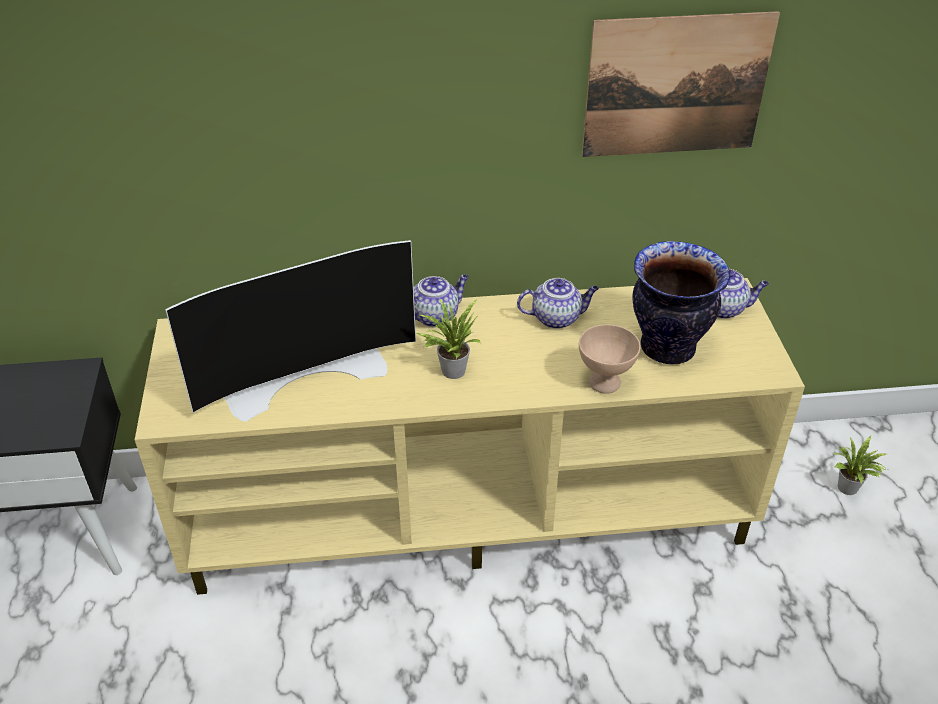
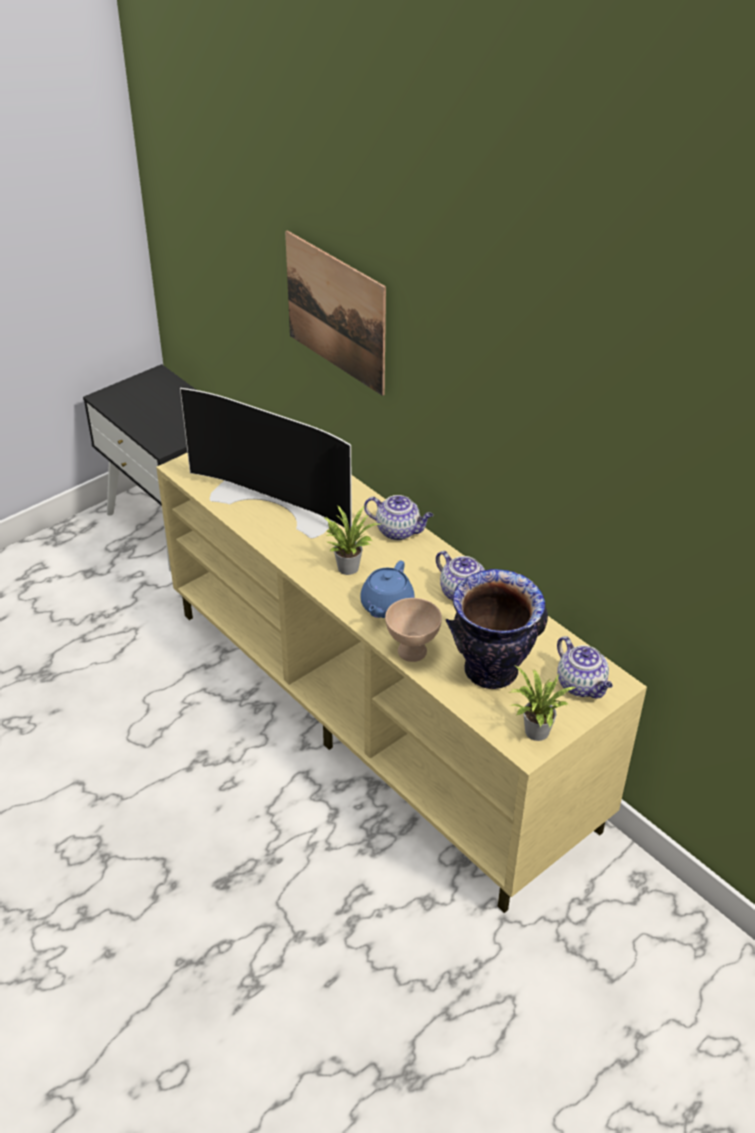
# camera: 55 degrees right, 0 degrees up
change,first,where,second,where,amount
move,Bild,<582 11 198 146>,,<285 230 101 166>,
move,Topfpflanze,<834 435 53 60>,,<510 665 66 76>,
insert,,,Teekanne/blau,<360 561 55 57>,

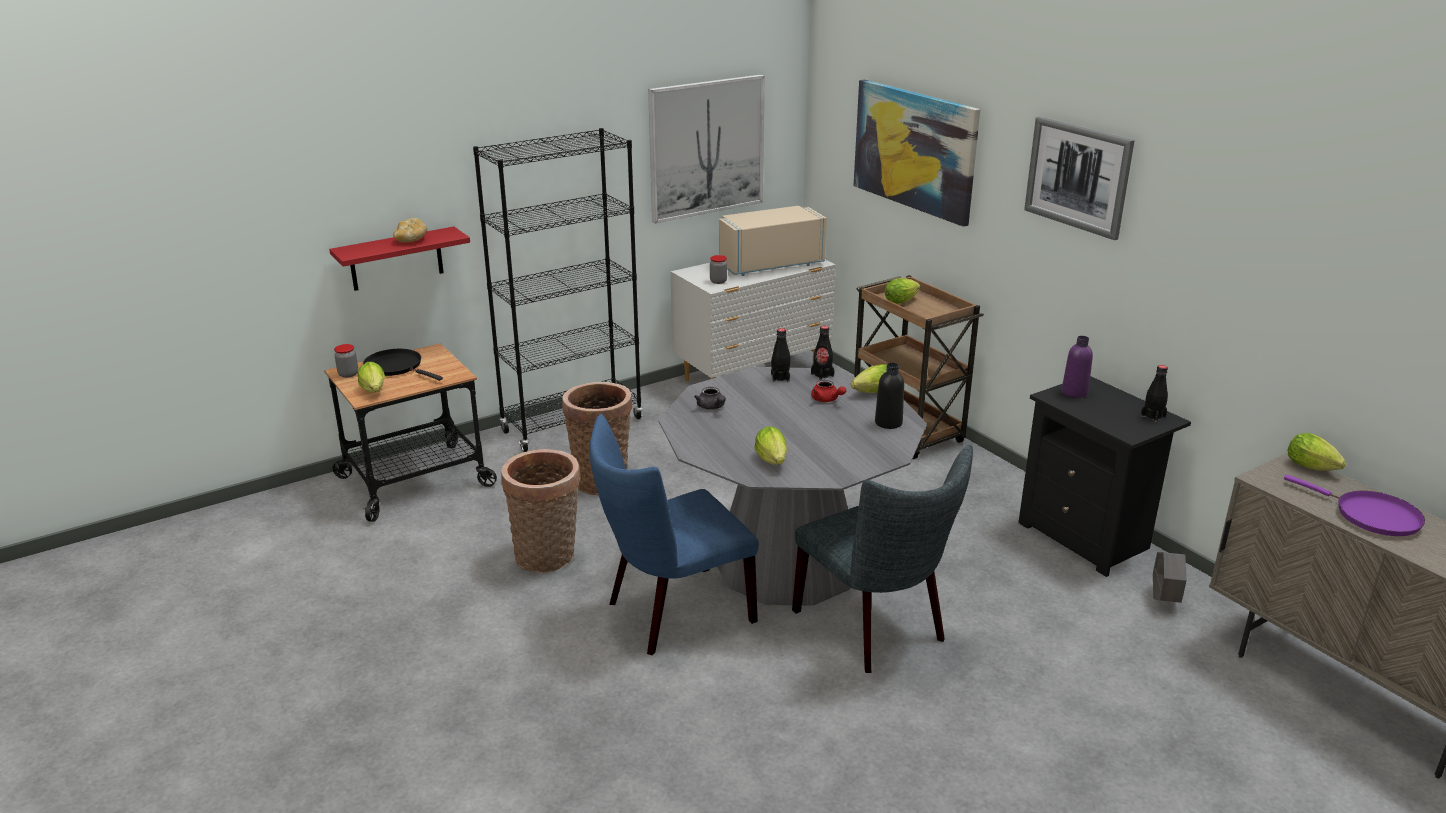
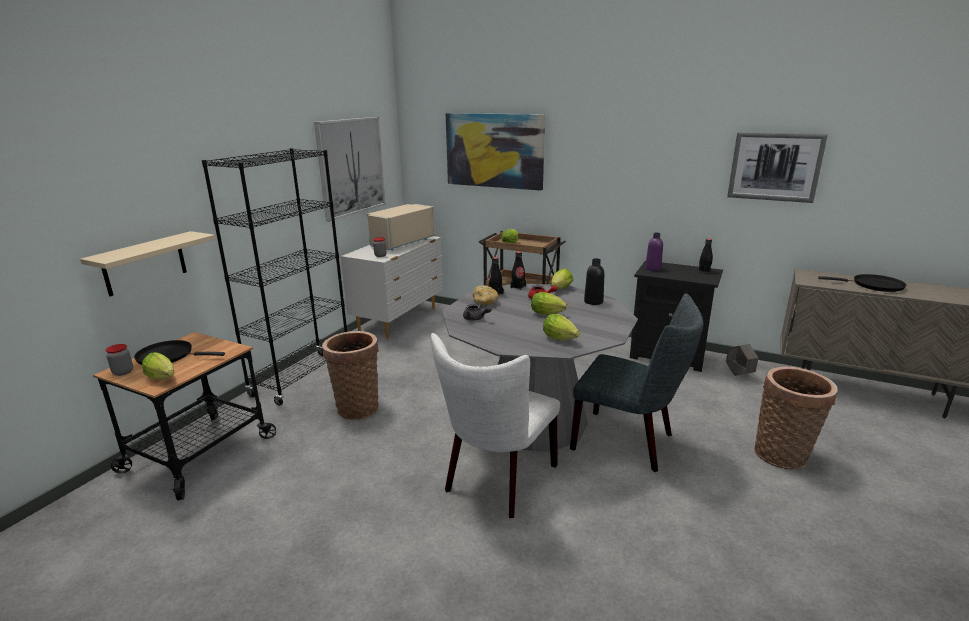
# camera: 30 degrees left, 5 degrees down
change,first,where,second,where,amount
recolor,Wandregal/rot,<329 227 141 64>,Wandregal/beige,<80 231 135 65>,
move,Brot,<393 218 34 24>,,<473 285 26 20>,
move,Korb,<501 449 79 124>,,<754 367 84 102>,
recolor,Stuhl/blau,<589 414 170 241>,Stuhl/weiß,<431 333 129 185>,
move,Bild,<1024 117 110 123>,,<727 132 101 71>,
recolor,Pfanne/lila,<1284 475 141 61>,Pfanne/schwarz,<818 274 88 18>,
move,Salatkopf,<1288 433 58 38>,,<531 292 36 23>,

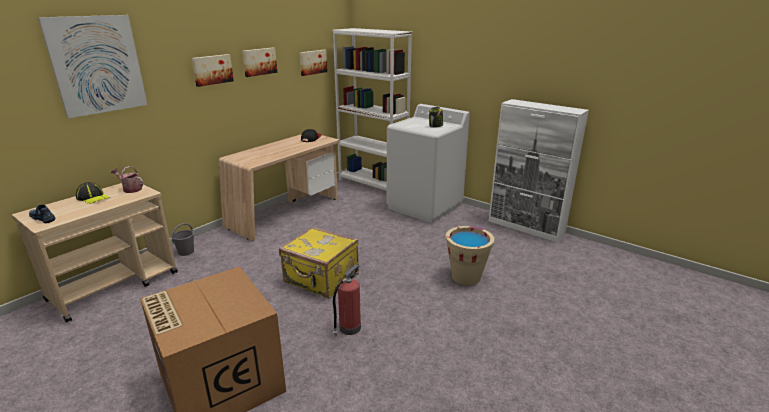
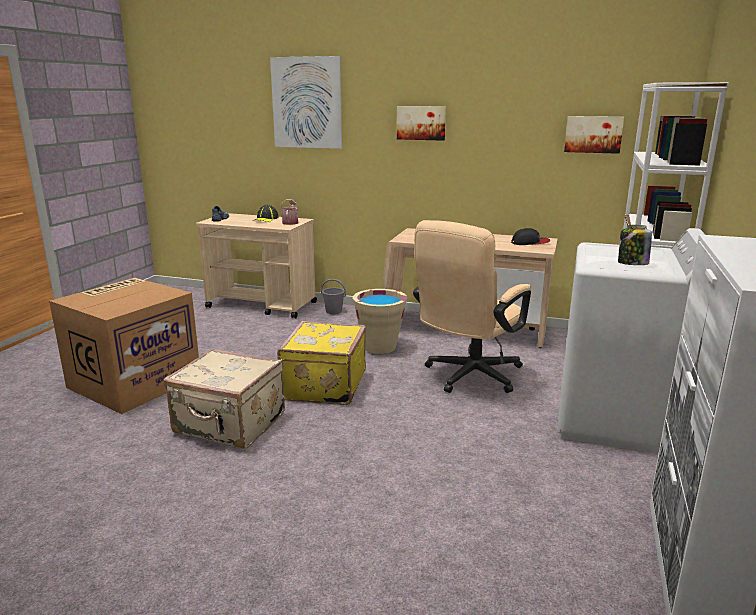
# camera: 70 degrees right, 5 degrees down
change,first,where,second,where,amount
delete,Bild,<242 48 35 29>,,,
replace,Feuerlöscher,<333 264 28 73>,Koffer/beige,<163 349 122 100>,
move,Eimer/beige,<446 226 48 59>,,<353 289 54 65>,
insert,,,Bürostuhl/beige,<413 220 118 173>,

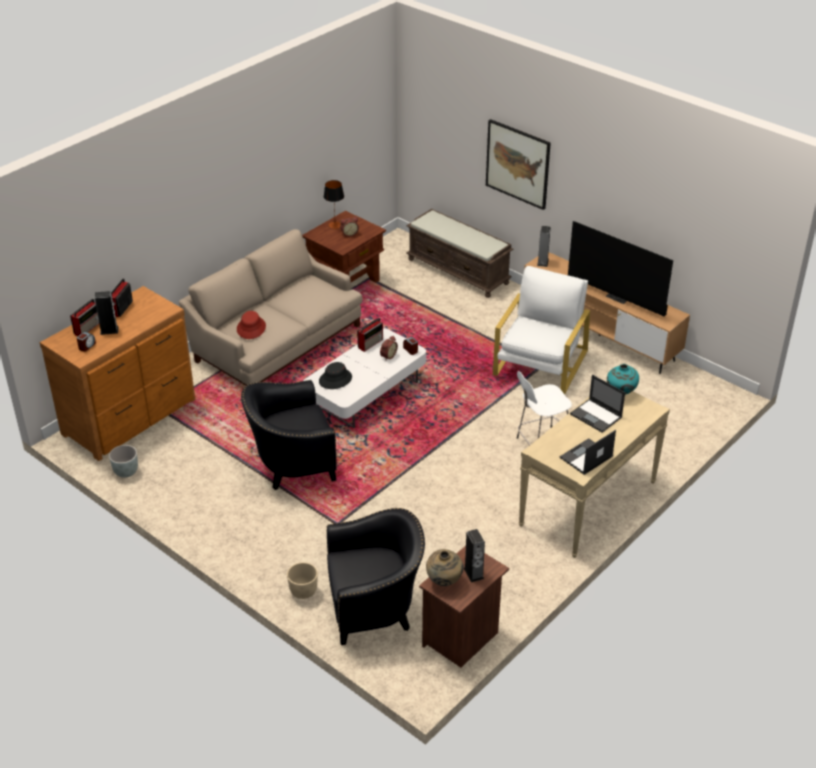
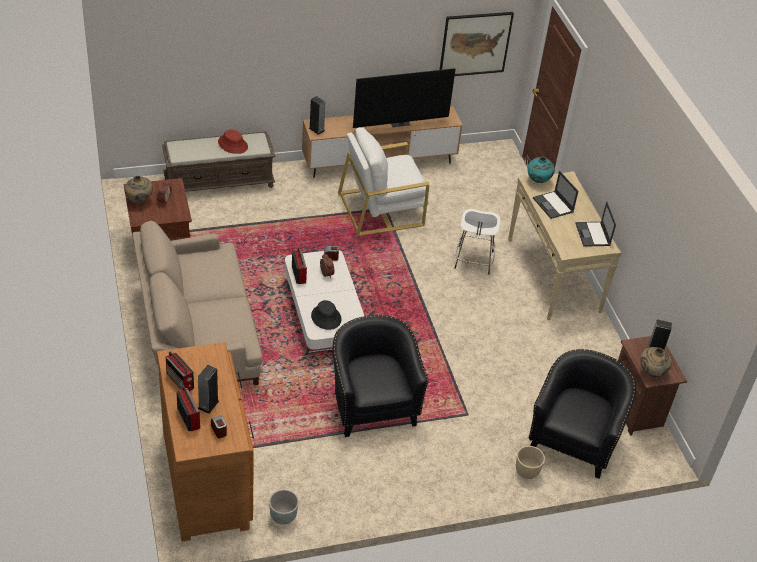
# camera: 60 degrees left, 5 degrees up
change,first,where,second,where,amount
move,Hut/rot,<237 311 29 28>,,<218 130 30 24>,
rotate,Sessel/schwarz,<241 380 96 110>,,<333 315 96 122>,150 degrees clockwise
replace,Tischlampe,<324 180 20 49>,Vase/beige,<125 176 28 27>,
move,Bild,<486 119 65 91>,,<440 12 74 64>,
rotate,Sessel/weiß,<493 266 97 128>,,<338 127 92 109>,75 degrees counterclockwise
rotate,Laptop,<570 375 55 58>,,<533 171 45 48>,75 degrees clockwise

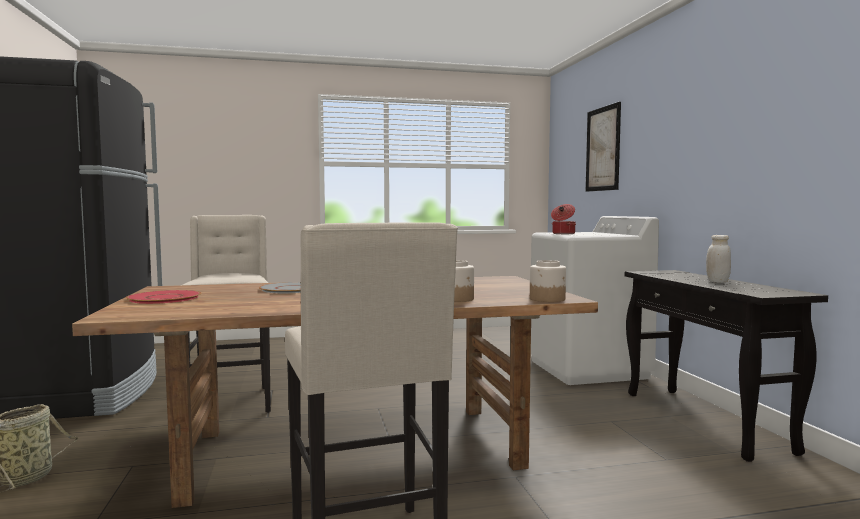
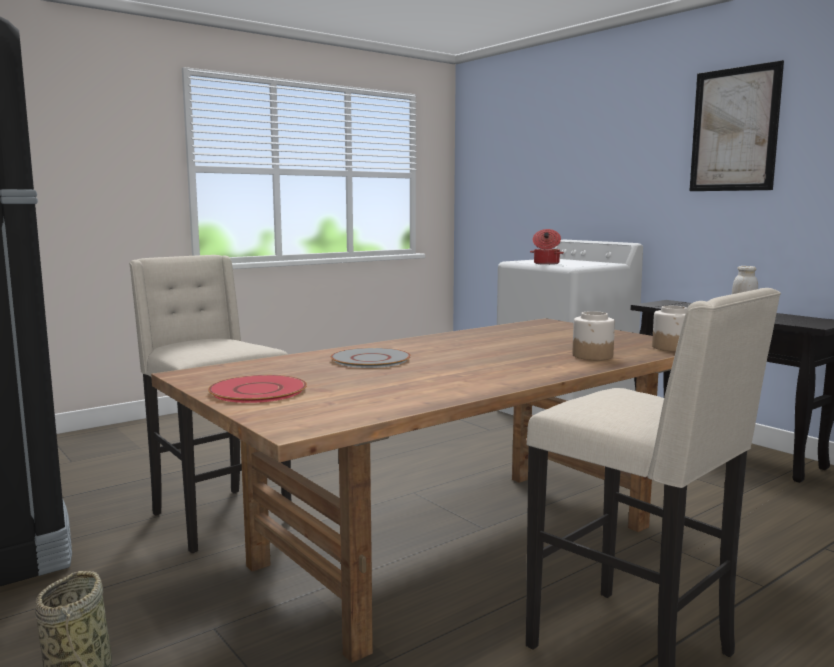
# camera: 25 degrees left, 5 degrees up
change,first,where,second,where,amount
move,Bild,<586 102 35 90>,,<690 60 94 131>,

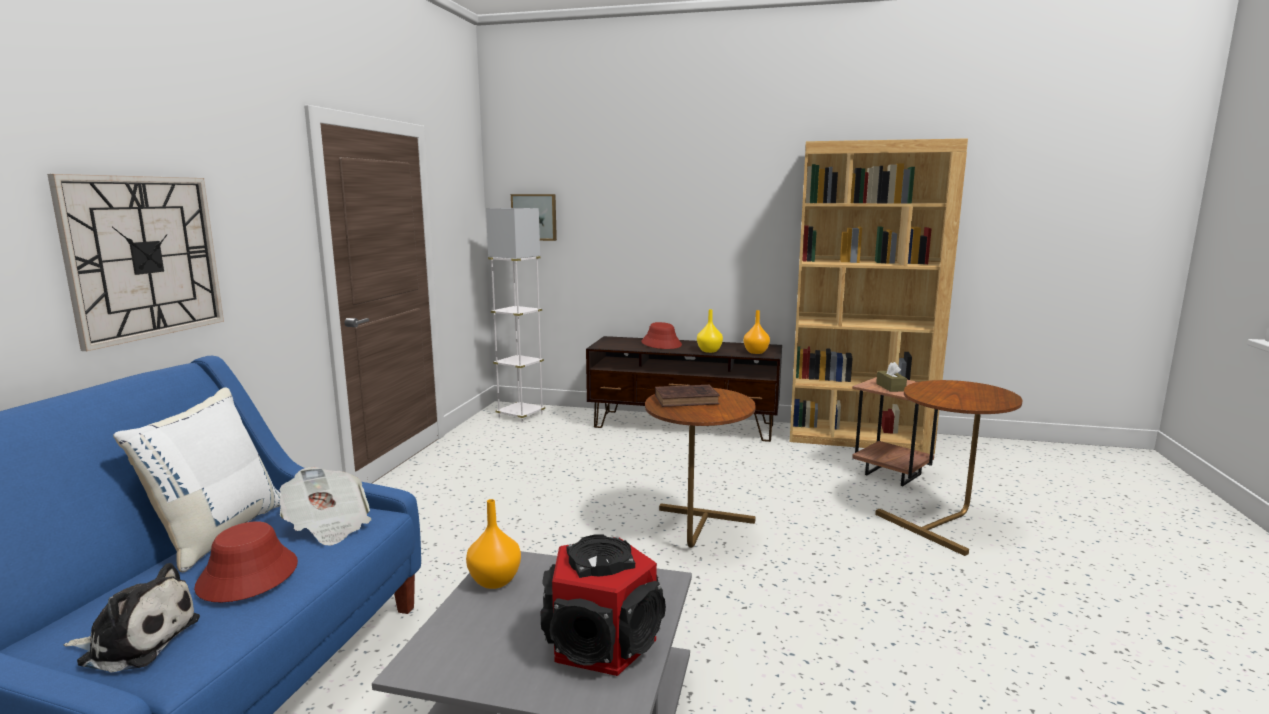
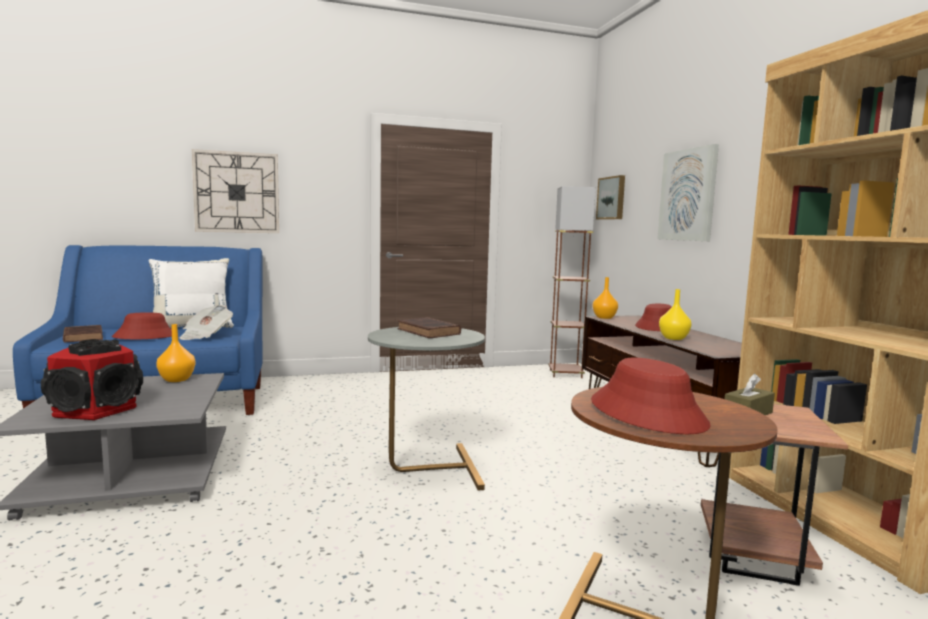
# camera: 60 degrees right, 5 degrees down
change,first,where,second,where,amount
replace,Plüschtier,<64 563 136 110>,Buch/braun,<63 325 40 18>,
recolor,Stehlampe/weiß,<486 208 59 215>,Stehlampe/braun,<548 186 48 192>,
recolor,Beistelltisch/braun,<645 388 111 160>,Beistelltisch/grau,<368 327 117 164>,
move,Vase/orange,<743 310 27 44>,,<593 277 25 42>,
insert,,,Hut/rot,<591 358 120 76>,
insert,,,Bild,<657 144 62 97>,

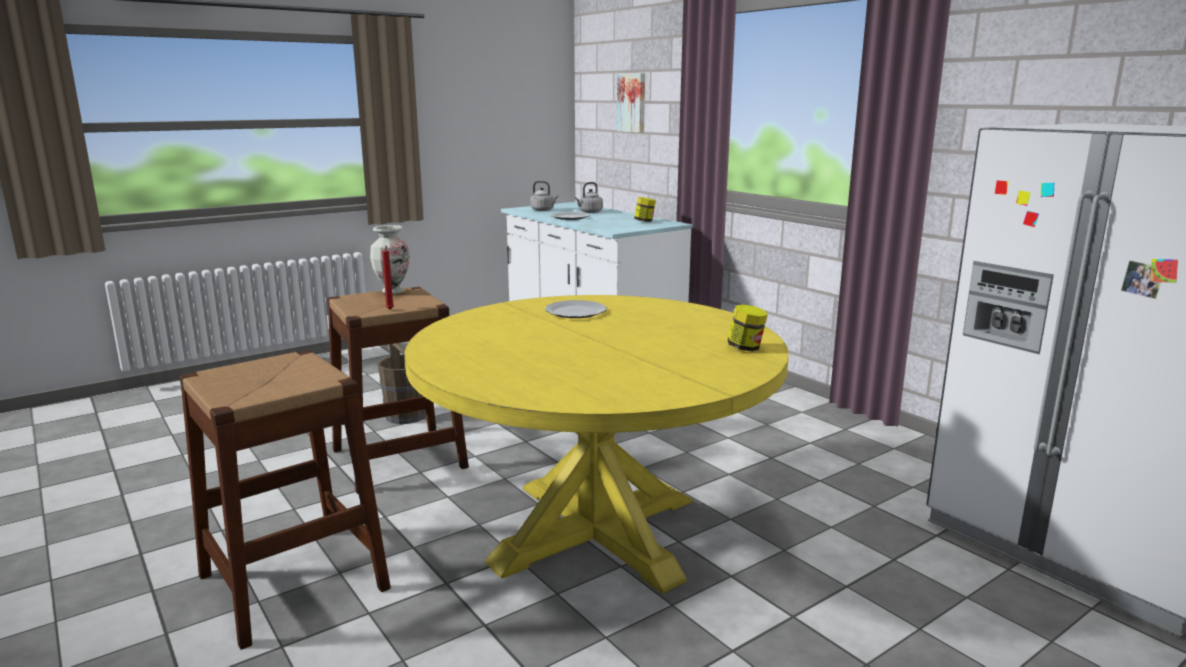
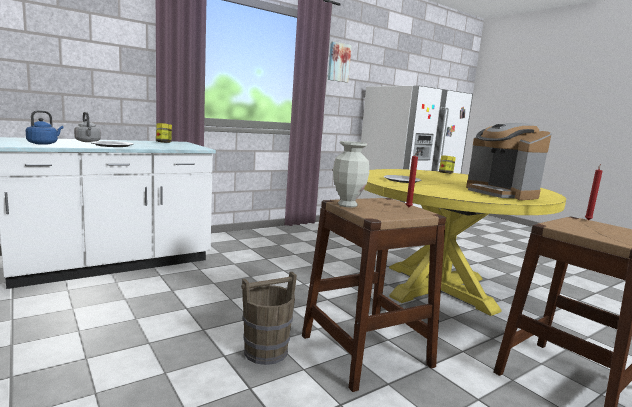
# camera: 90 degrees left, 5 degrees down
change,first,where,second,where,amount
recolor,Wasserkessel/grau,<530 181 28 30>,Wasserkessel/blau,<26 110 38 35>,
move,Bild,<617 73 28 60>,,<328 41 24 41>,
insert,,,Kaffeemaschine,<466 123 85 77>,
insert,,,Kerze/rot,<585 164 17 56>,

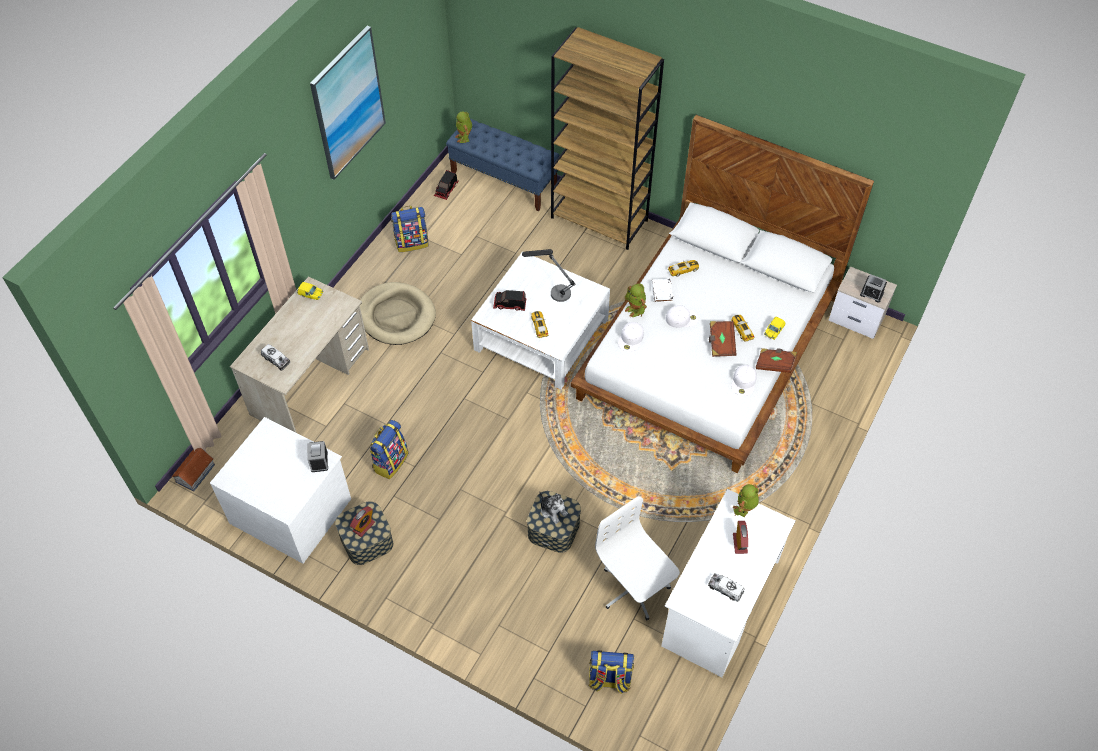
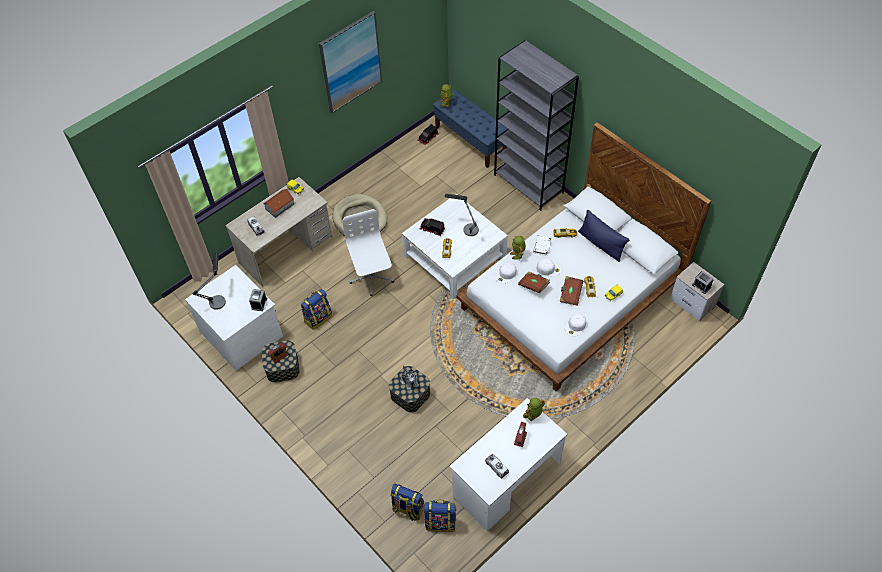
# camera: 20 degrees right, 0 degrees up
change,first,where,second,where,amount
move,Spielzeughaus,<172 448 43 43>,,<263 189 31 29>,
move,Rucksack,<391 206 38 46>,,<424 499 32 33>,
recolor,Bücherregal/braun,<551 27 113 223>,Bücherregal/grau,<494 40 85 171>,
move,Bürostuhl/weiß,<595 496 85 124>,,<343 209 51 87>,
move,Buch/braun,<756 348 41 25>,,<518 271 32 22>,
insert,,,Tischlampe,<192 252 34 58>,
insert,,,Kissen/blau,<578 210 51 52>,

